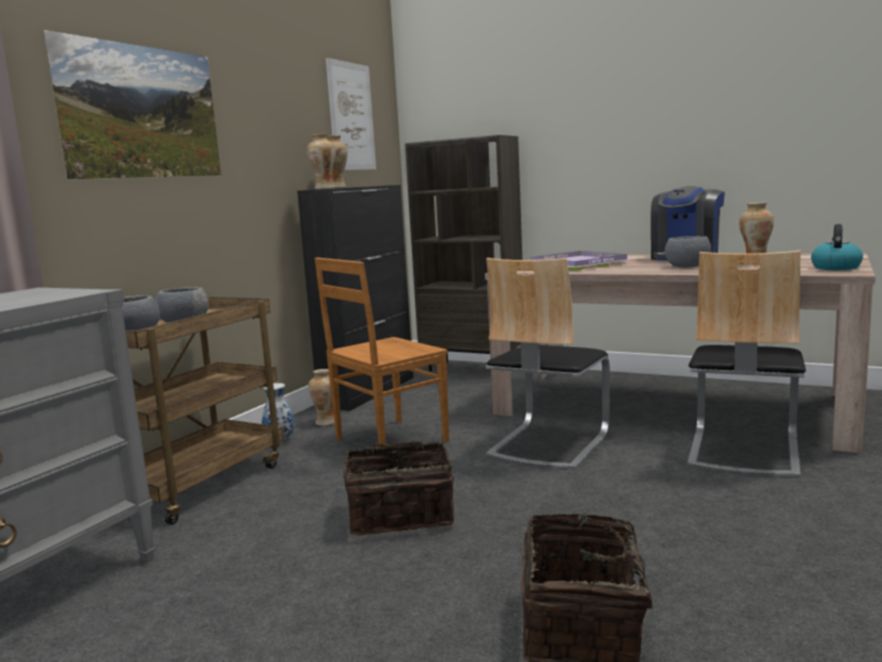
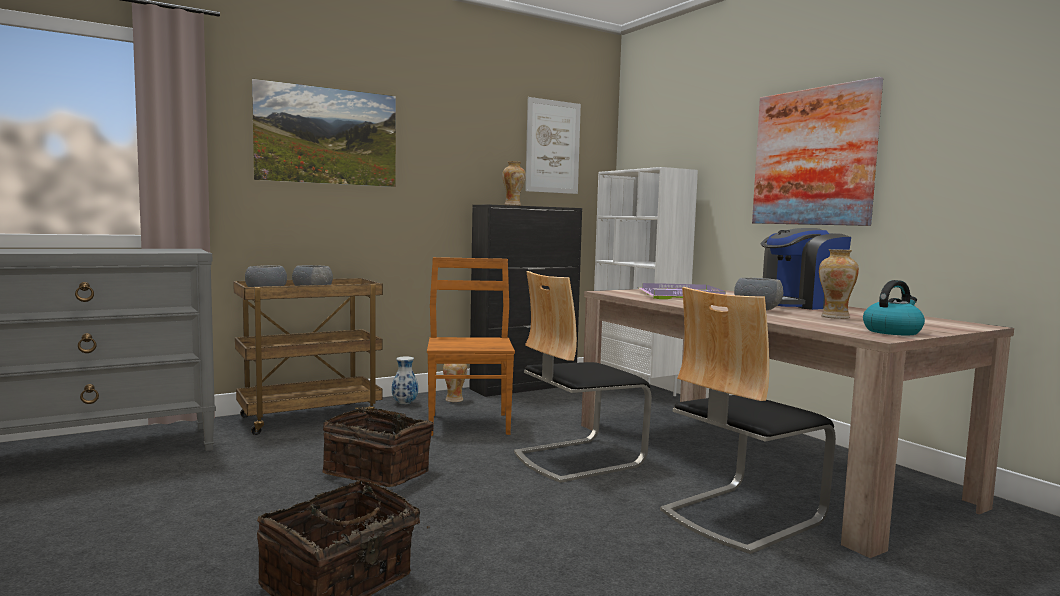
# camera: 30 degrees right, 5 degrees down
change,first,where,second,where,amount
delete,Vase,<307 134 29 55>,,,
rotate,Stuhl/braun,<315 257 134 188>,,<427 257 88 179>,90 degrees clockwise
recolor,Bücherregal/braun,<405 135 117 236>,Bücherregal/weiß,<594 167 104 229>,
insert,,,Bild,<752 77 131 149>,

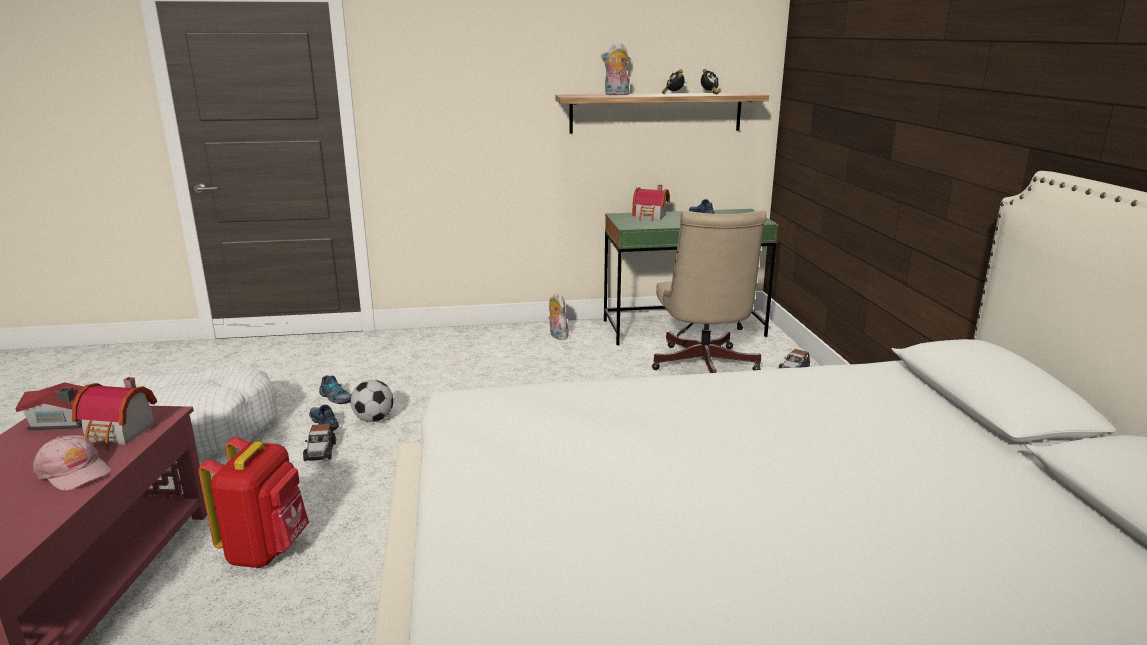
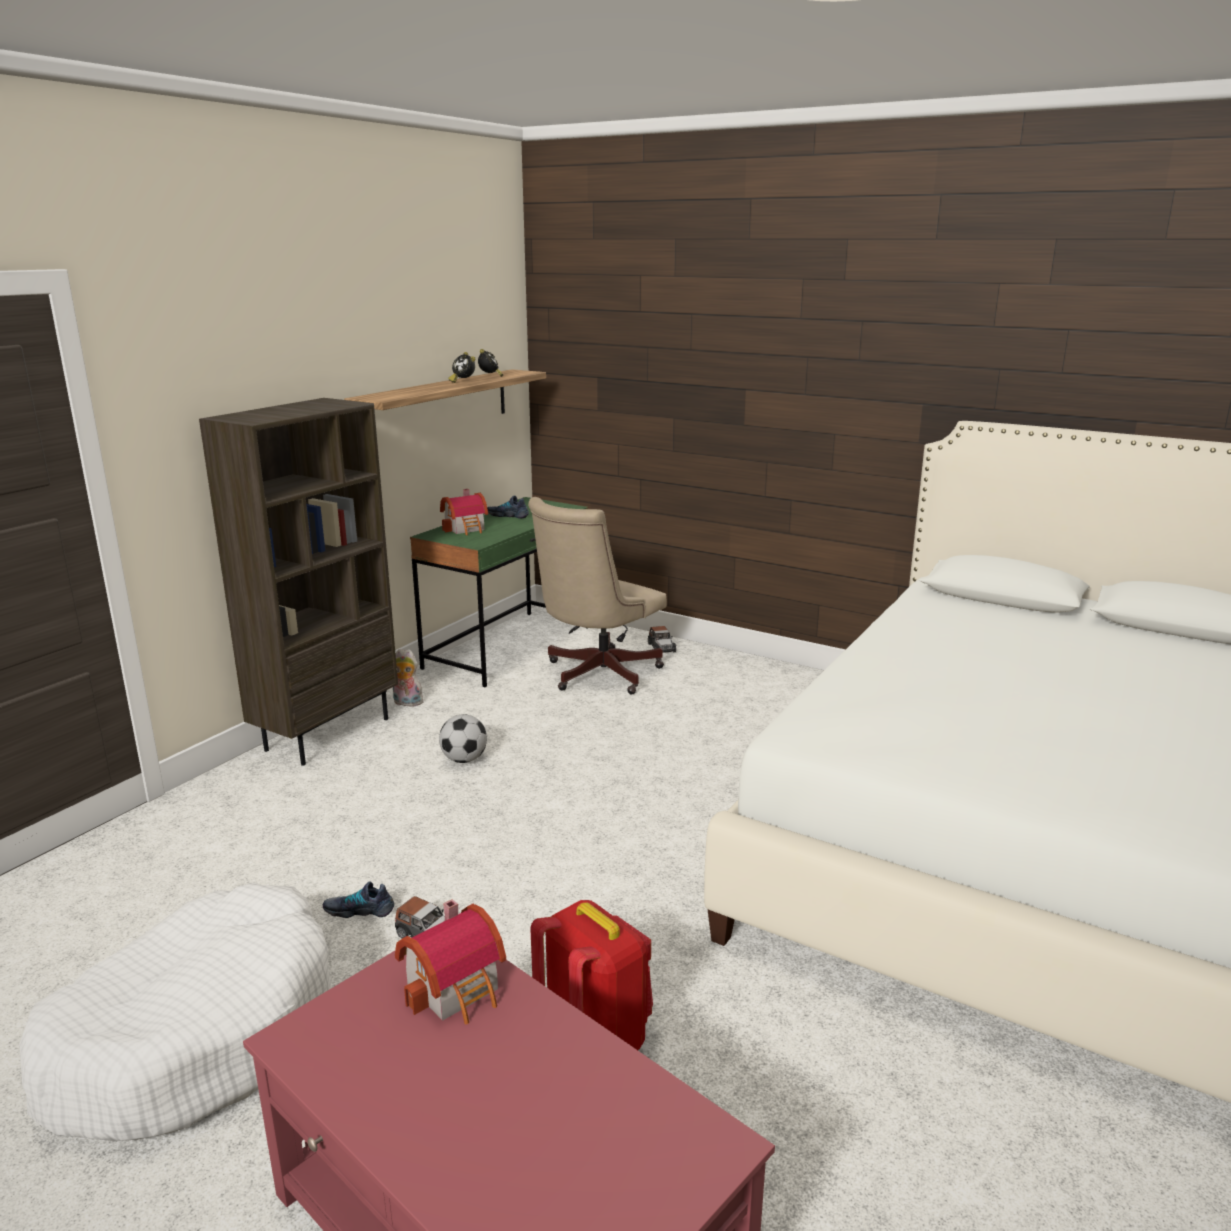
# camera: 50 degrees left, 0 degrees up
change,first,where,second,where,amount
delete,Spielzeughaus,<15 382 68 48>,,,
delete,Kappe/rosa,<33 435 78 56>,,,
delete,Schuh,<319 375 32 29>,,,
move,Fußball,<351 380 43 42>,,<439 714 48 49>,
delete,Plüschtier,<601 44 29 51>,,,
rotate,Bürostuhl/beige,<652 210 115 163>,,<528 497 139 197>,90 degrees clockwise
insert,,,Bücherregal/braun,<199 398 199 368>,

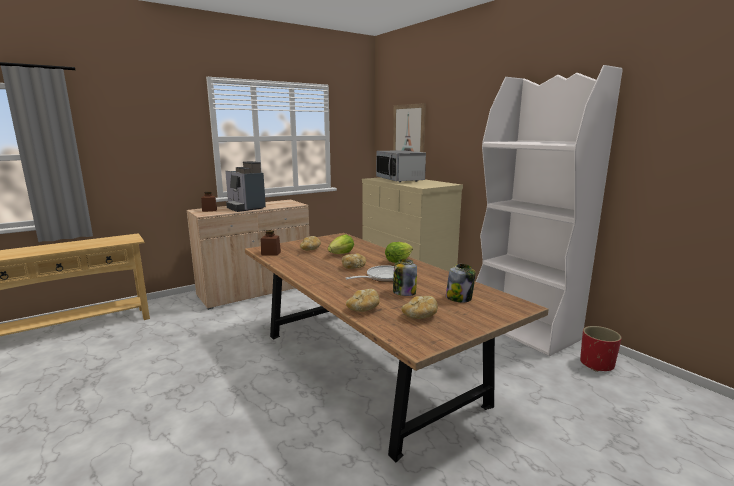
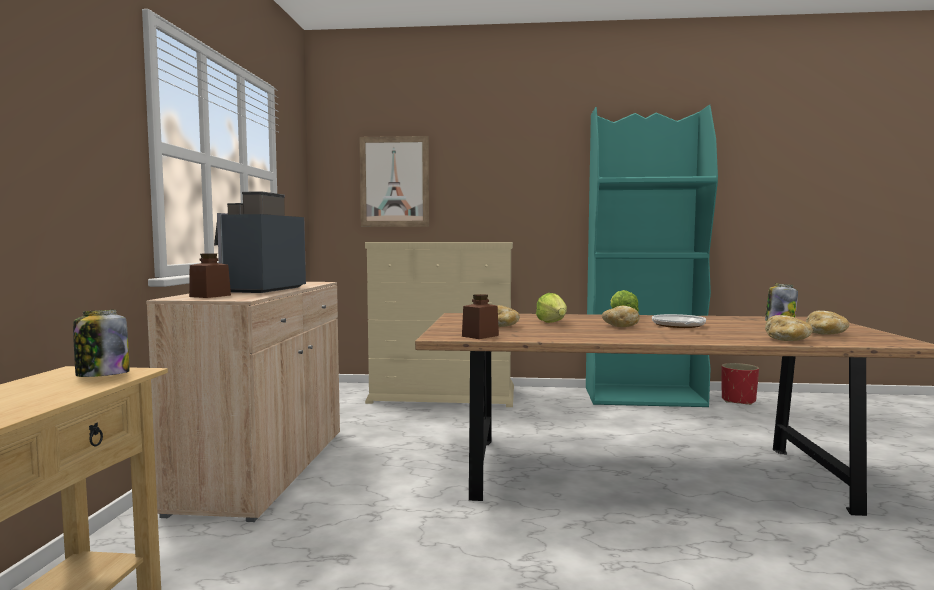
# camera: 50 degrees left, 10 degrees down
change,first,where,second,where,amount
rotate,Kaffeemaschine,<225 161 41 51>,,<214 191 92 102>,105 degrees clockwise
delete,Mikrowelle,<376 150 50 32>,,,
move,Vorratsglas,<393 259 24 37>,,<73 310 57 67>,
recolor,Bücherregal/weiß,<476 65 147 291>,Bücherregal/türkis,<586 105 132 302>,

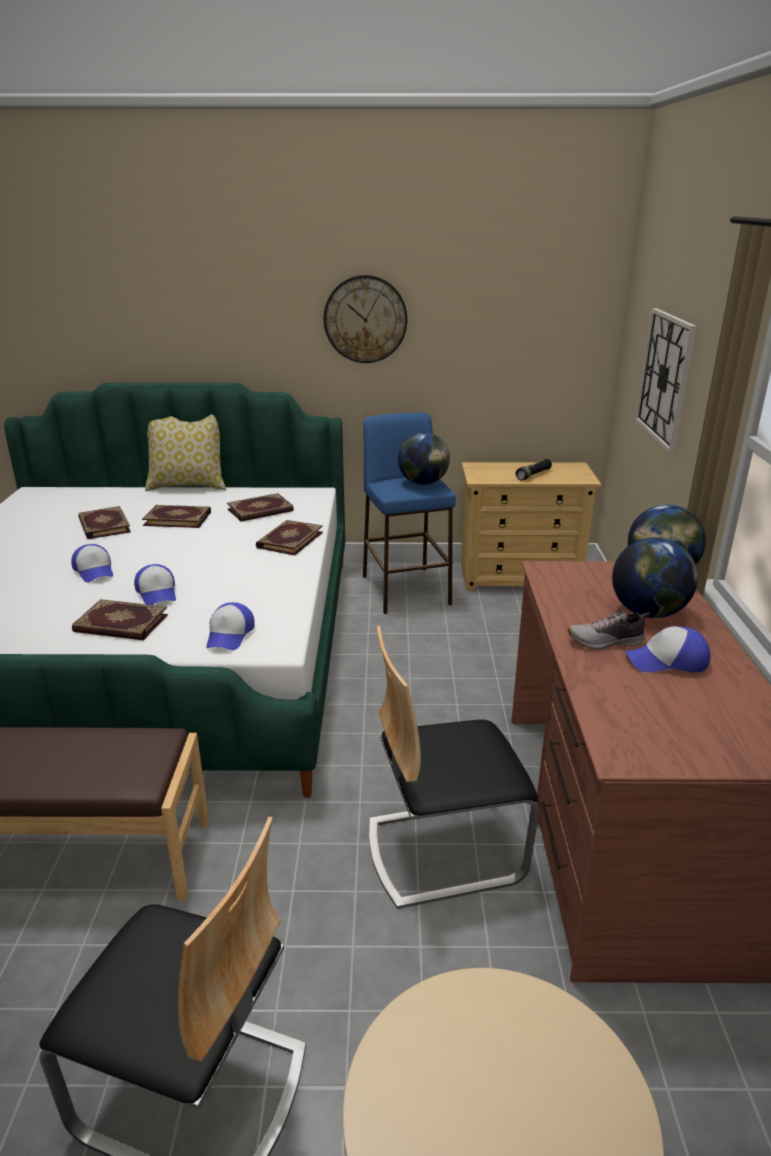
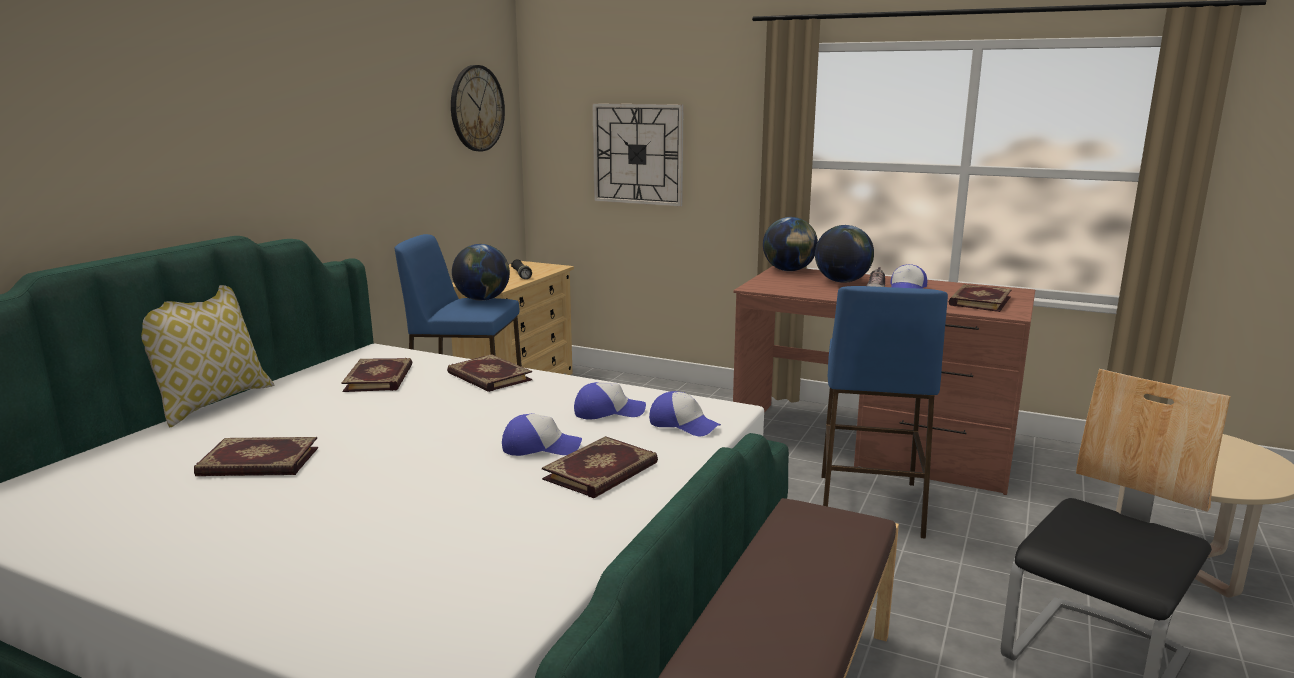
# camera: 65 degrees left, 10 degrees down
change,first,where,second,where,amount
move,Kappe,<71 544 42 39>,,<574 382 72 37>,
move,Buch,<142 505 69 23>,,<949 284 63 28>,
move,Wanduhr,<323 275 84 88>,,<451 65 54 86>,
replace,Stuhl,<369 625 170 284>,Hocker/blau,<821 286 127 253>,

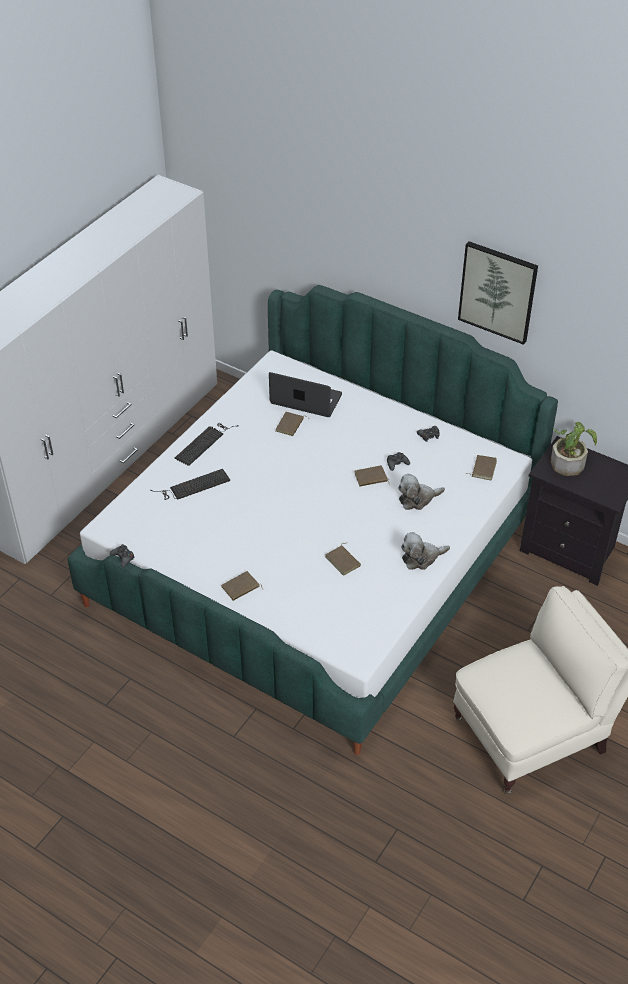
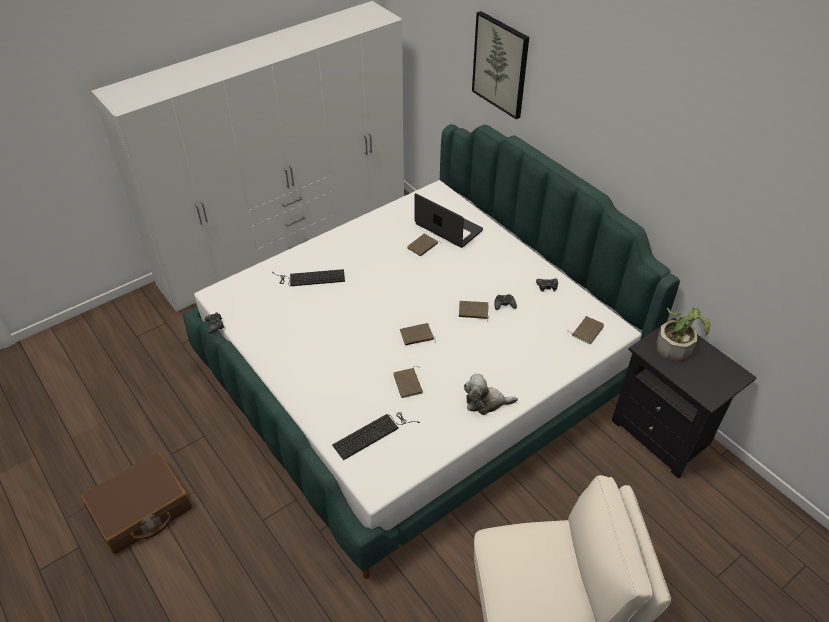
# camera: 20 degrees right, 0 degrees up
change,first,where,second,where,amount
move,Tastatur,<175 423 63 43>,,<332 412 88 48>,
move,Buch/braun,<221 571 42 30>,,<400 323 36 23>,
delete,Plüschtier,<398 474 47 36>,,,
move,Bild,<458 241 80 104>,,<472 11 57 108>,
insert,,,Koffer/braun,<81 451 111 103>,

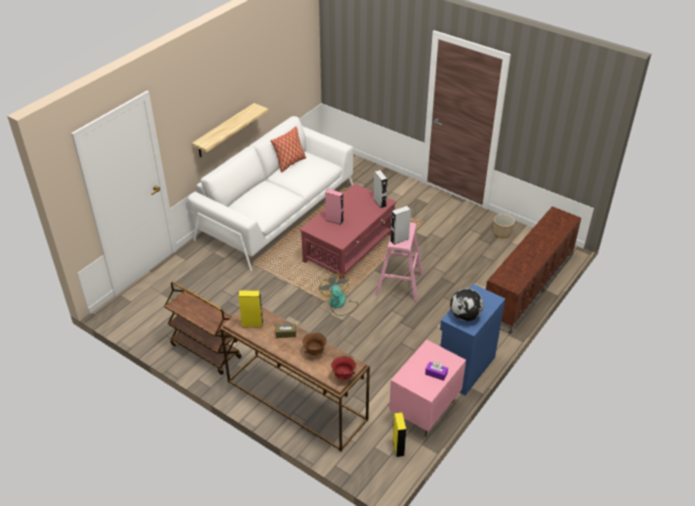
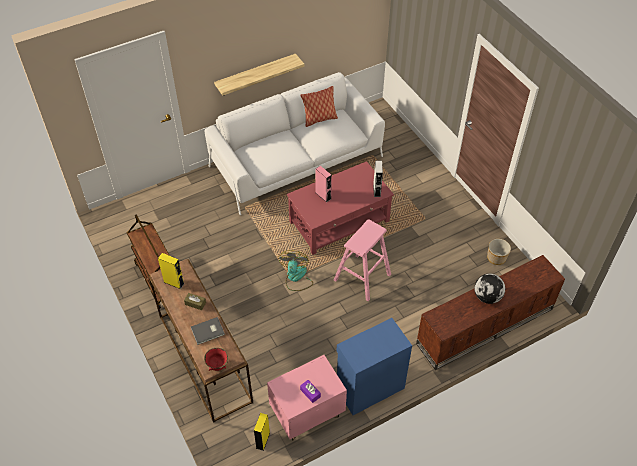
# camera: 25 degrees right, 10 degrees up
change,first,where,second,where,amount
replace,Schüssel/braun,<302 332 24 24>,Buch/grau,<191 317 34 28>,
delete,Lautsprecher/grau,<390 206 21 39>,,,
move,Globus,<450 289 34 32>,,<474 274 32 30>,

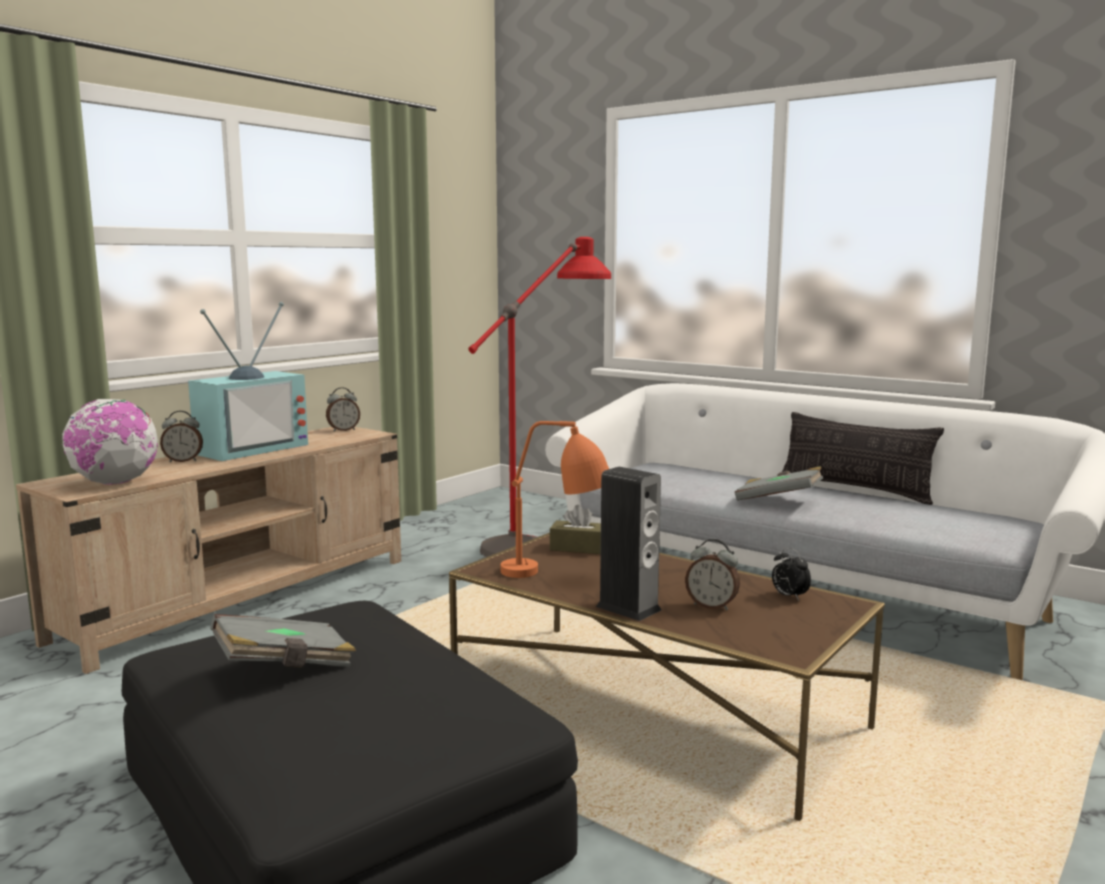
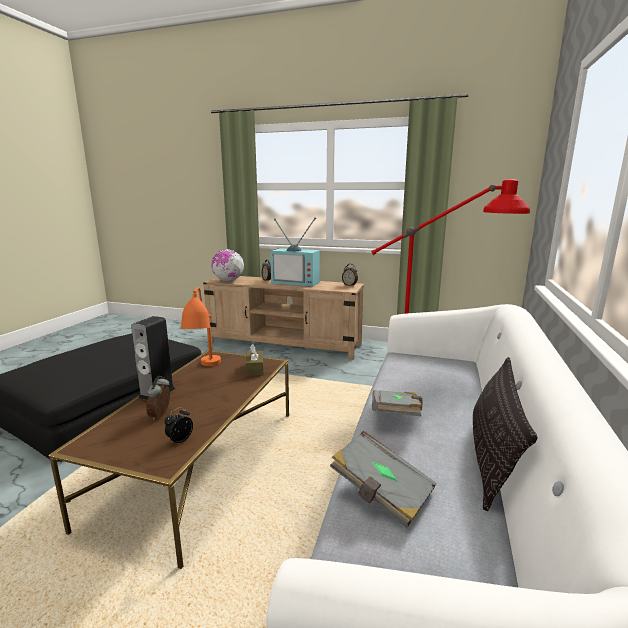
# camera: 70 degrees right, 5 degrees up
change,first,where,second,where,amount
move,Buch/grau,<210 614 146 54>,,<330 431 107 97>,

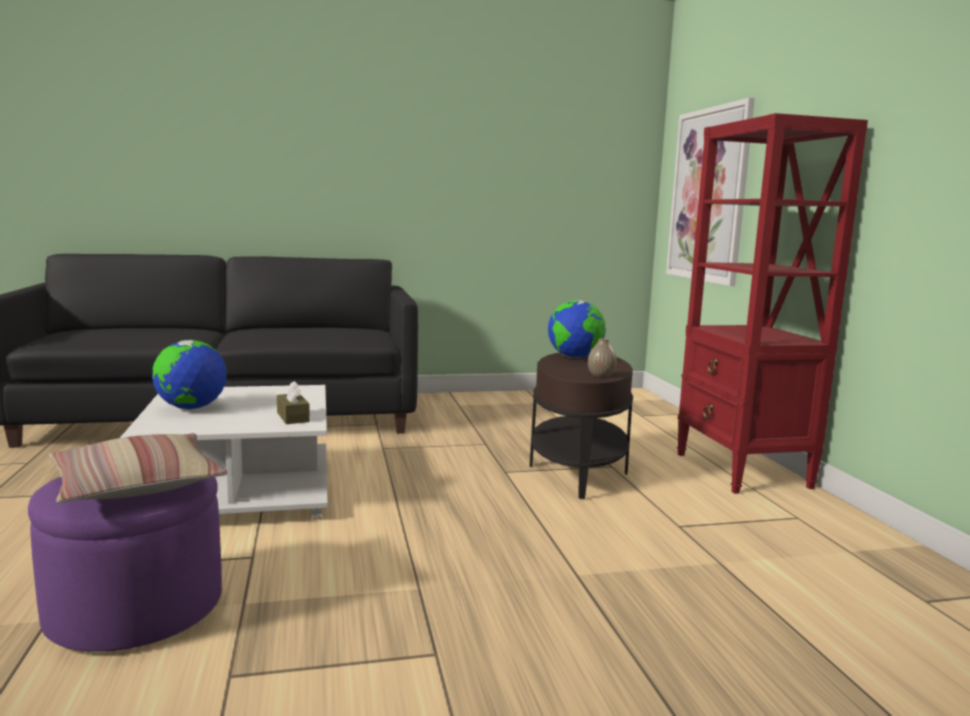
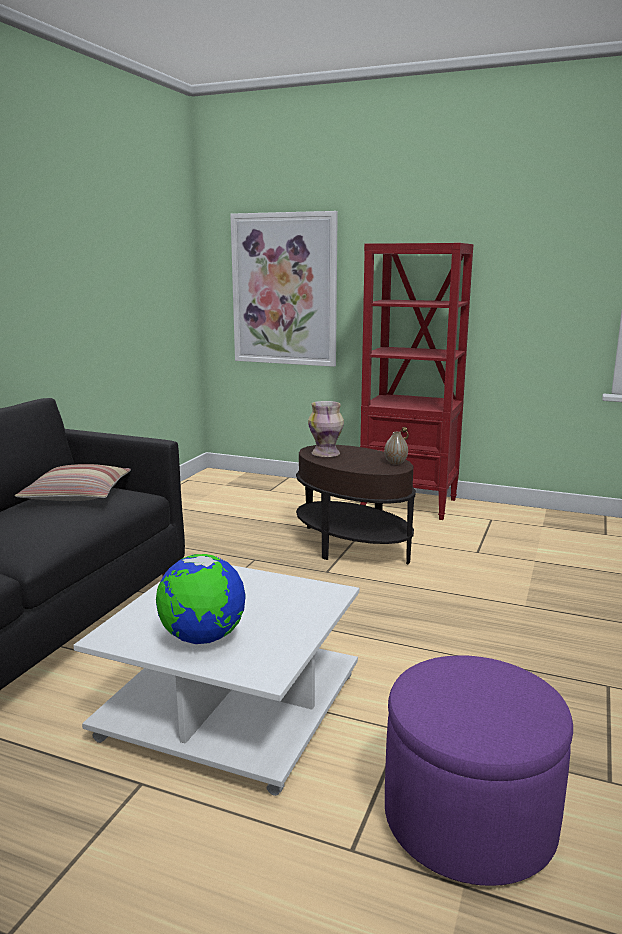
# camera: 55 degrees left, 5 degrees up
change,first,where,second,where,amount
move,Kissen,<49 433 179 70>,,<15 464 116 37>,
delete,Taschentuchbox/braun,<277 381 33 43>,,,
replace,Globus,<548 300 58 58>,Vase,<308 401 36 56>,

